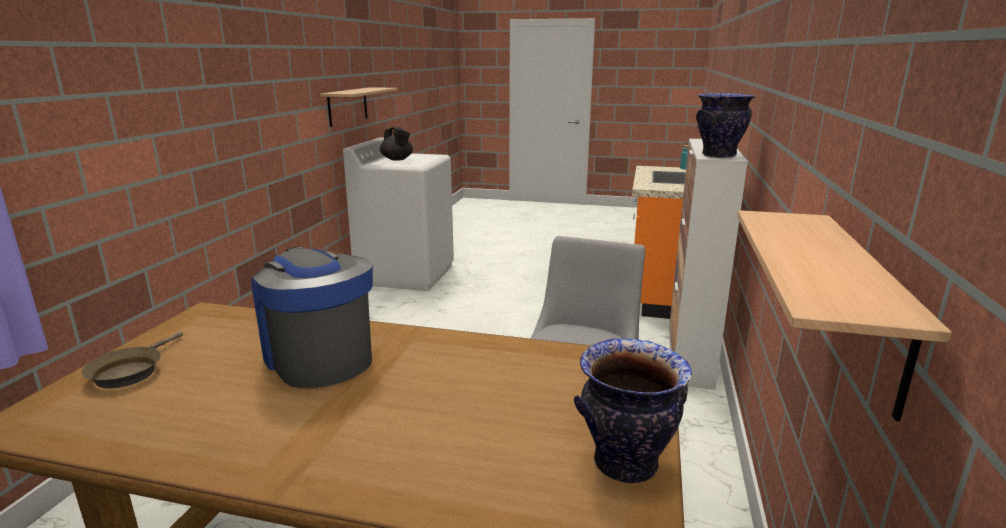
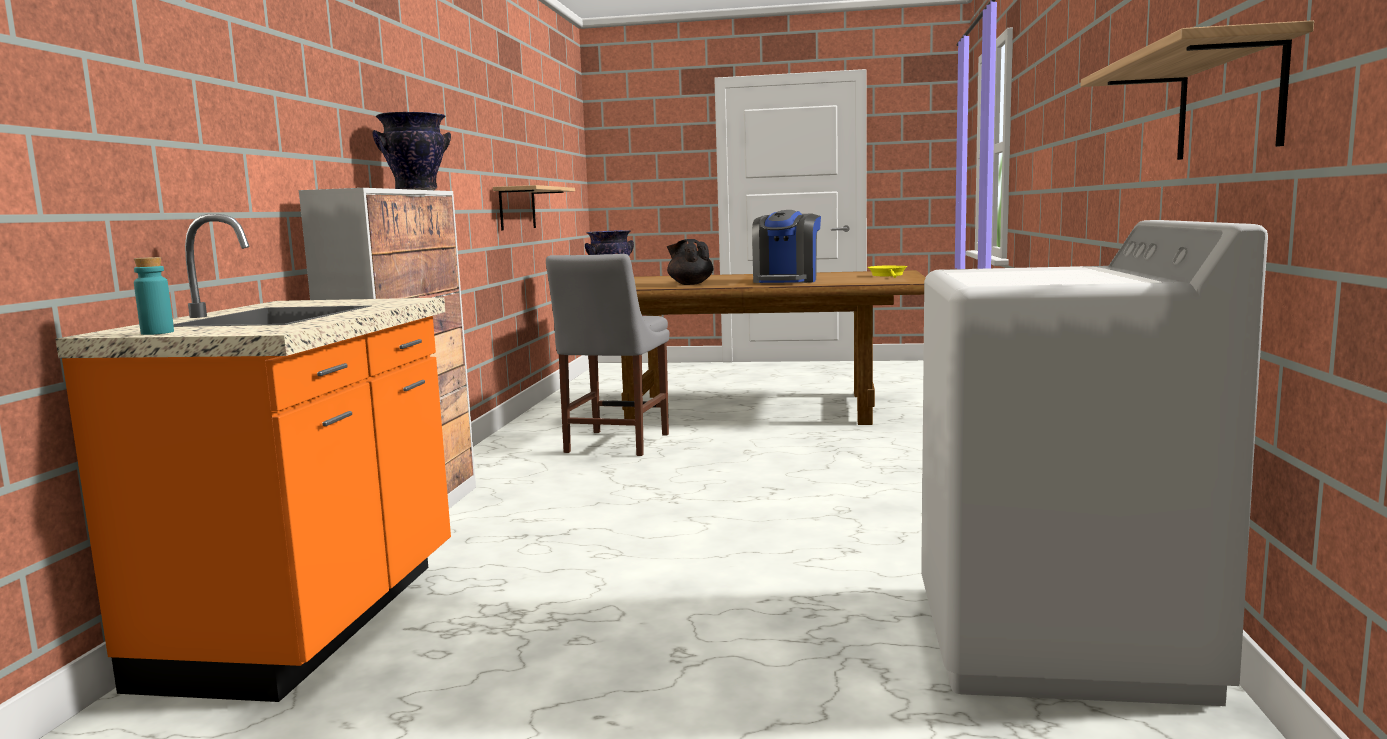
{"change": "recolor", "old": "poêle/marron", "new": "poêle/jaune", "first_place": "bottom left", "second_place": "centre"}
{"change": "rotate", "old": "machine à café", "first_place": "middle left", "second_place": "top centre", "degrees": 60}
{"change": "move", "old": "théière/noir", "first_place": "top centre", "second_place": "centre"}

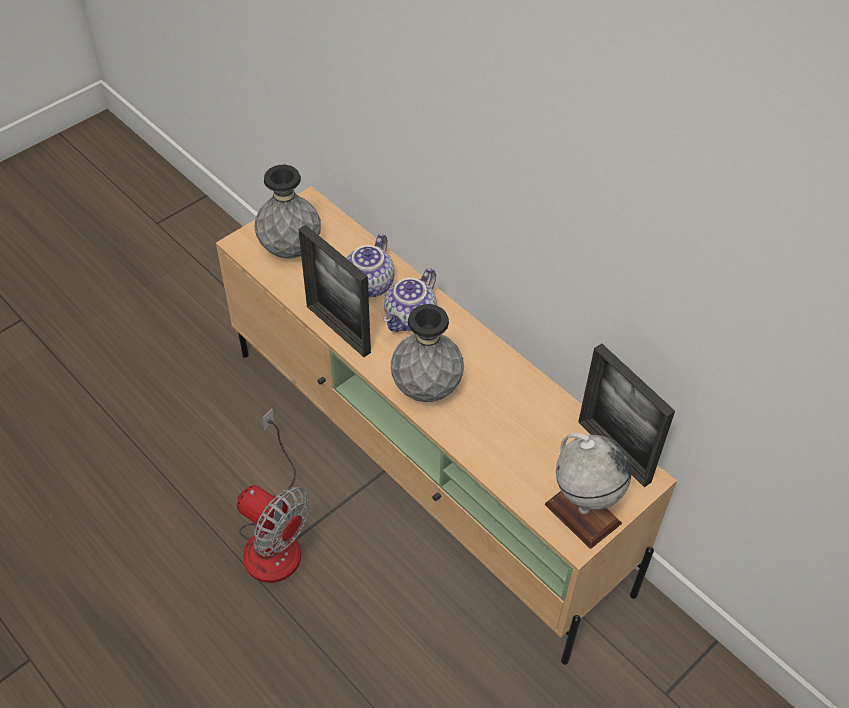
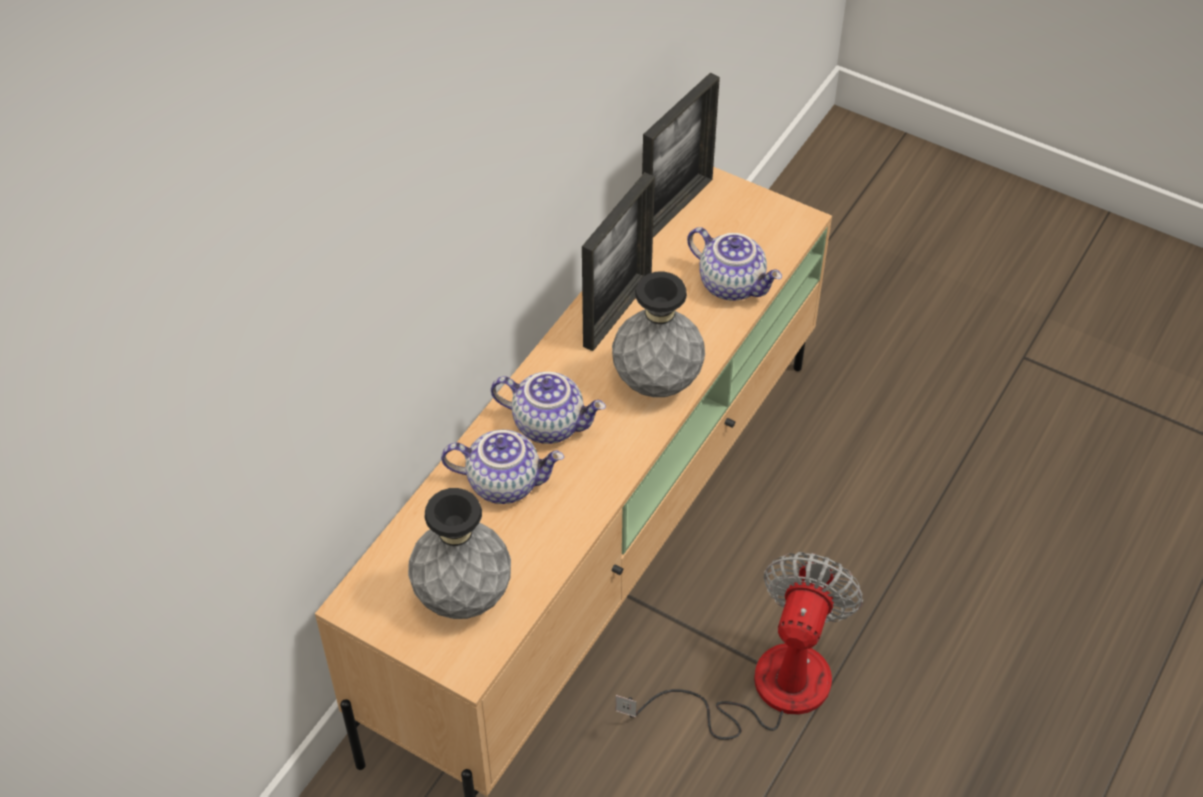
{"change": "move", "old": "cadre photo (1st from left)", "first_place": "centre", "second_place": "top centre"}
{"change": "delete", "old": "globe", "first_place": "bottom right"}
{"change": "insert", "new": "théière (3rd from left)", "second_place": "top centre"}

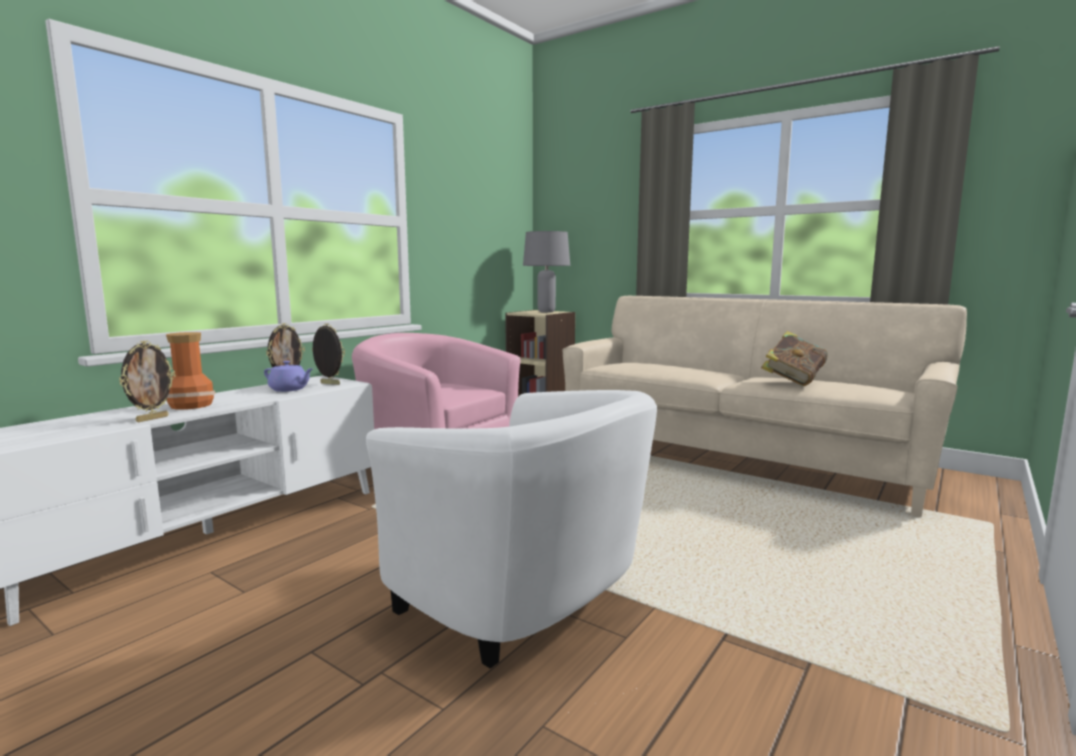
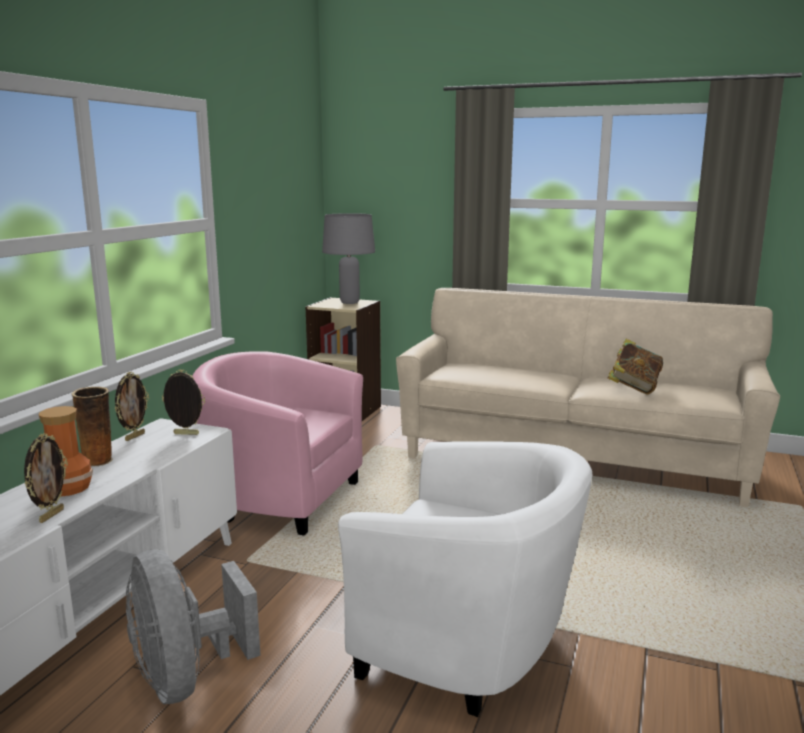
{"change": "delete", "old": "théière/violet", "first_place": "middle left"}
{"change": "insert", "new": "vase (2nd from left)", "second_place": "middle left"}
{"change": "insert", "new": "ventilateur/gris", "second_place": "bottom left"}

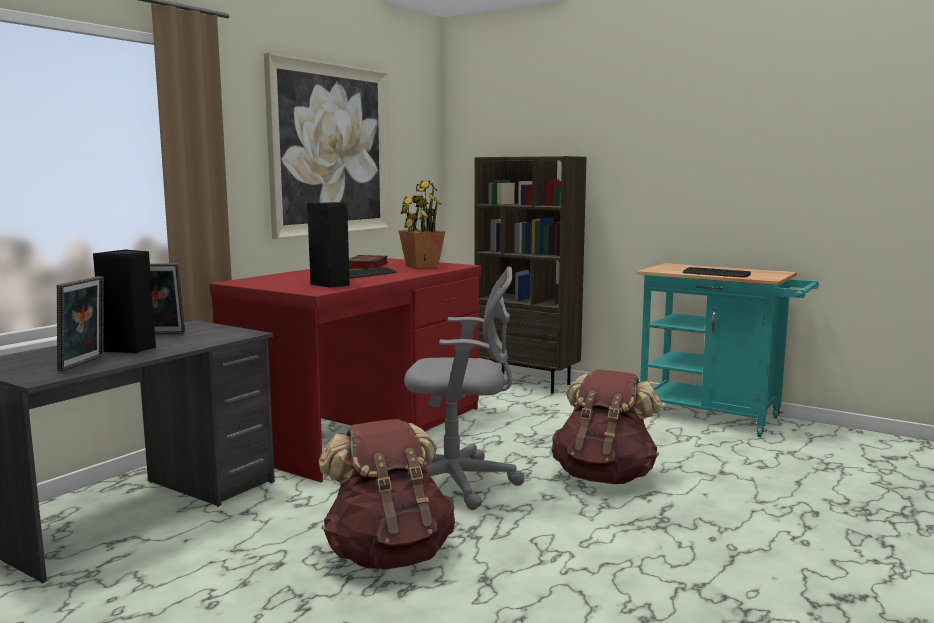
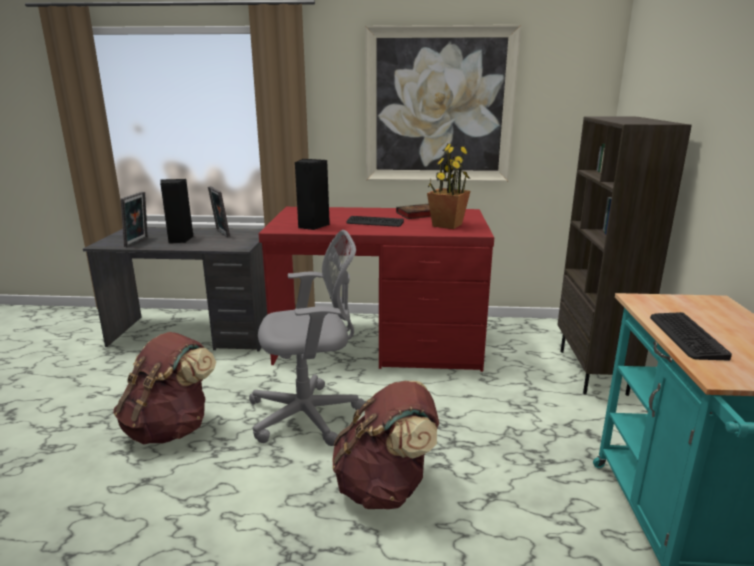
{"change": "rotate", "old": "cadre photo (1st from left)", "first_place": "middle left", "second_place": "middle left", "degrees": -60}
{"change": "rotate", "old": "chaise de bureau/gris", "first_place": "centre", "second_place": "centre", "degrees": -75}

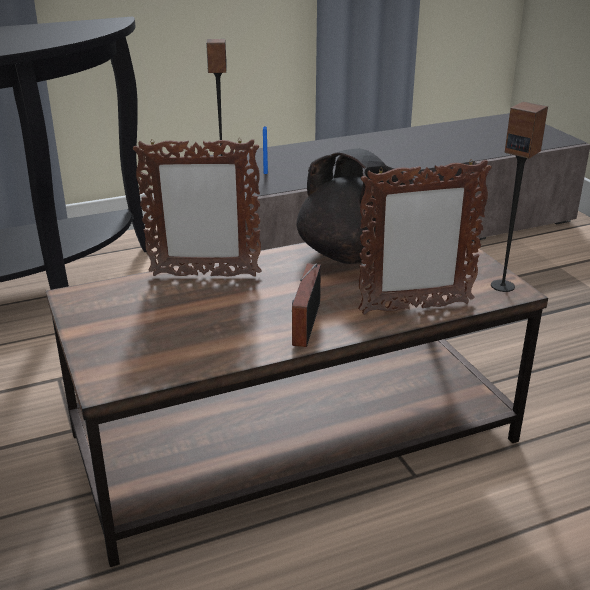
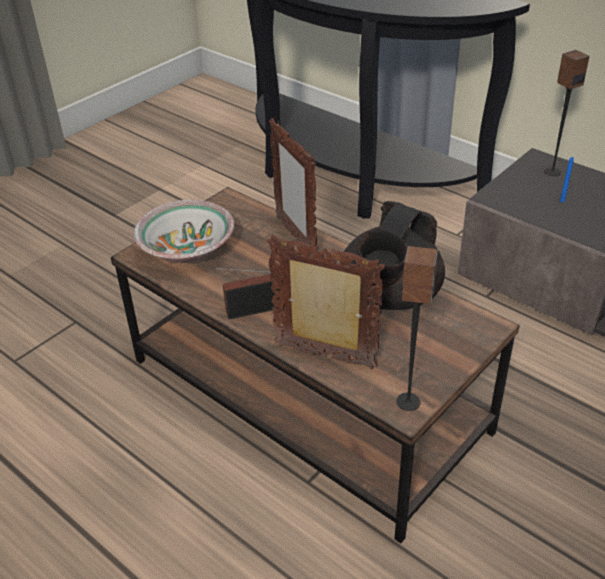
{"change": "rotate", "old": "cadre photo (2nd from left)", "first_place": "middle right", "second_place": "centre", "degrees": 150}
{"change": "insert", "new": "bol", "second_place": "middle left"}

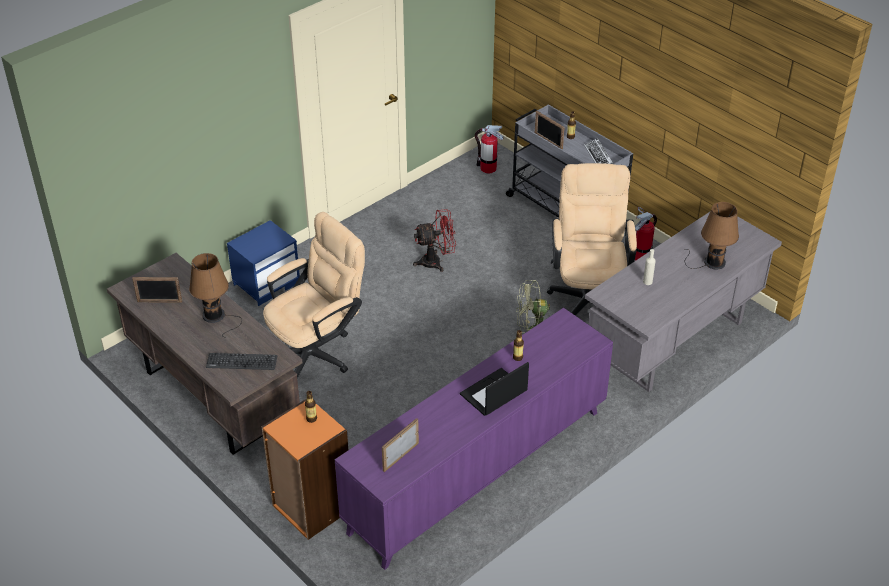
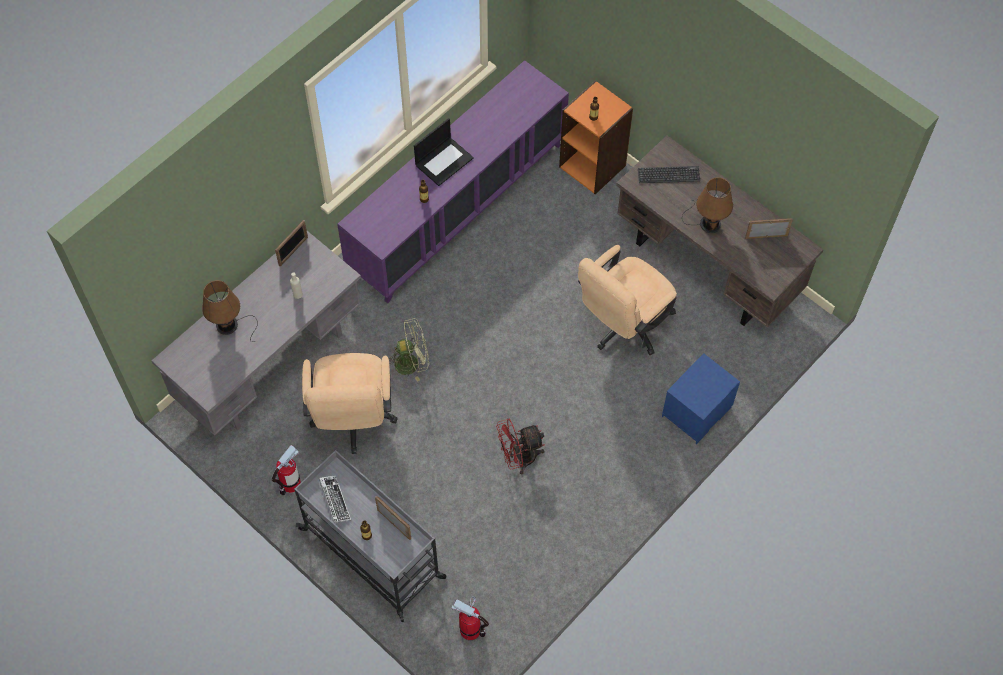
{"change": "move", "old": "cadre photo (2nd from left in the first image)", "new": "cadre photo (1st from left)", "first_place": "bottom centre", "second_place": "middle left"}

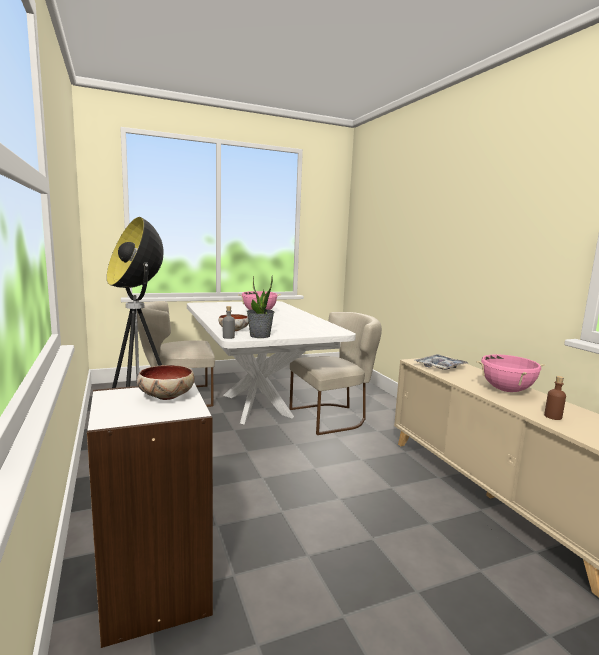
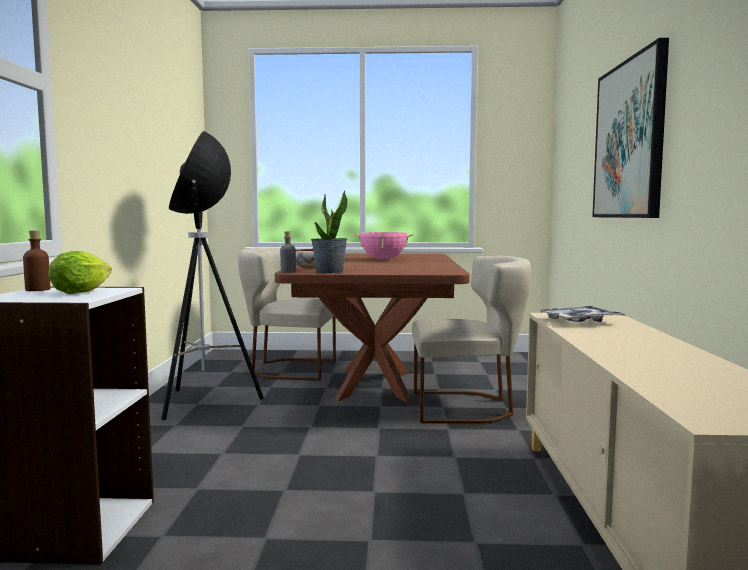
{"change": "replace", "old": "bol (1st from left)", "new": "laitue", "first_place": "middle left", "second_place": "middle left"}
{"change": "recolor", "old": "table à manger/blanc", "new": "table à manger/marron", "first_place": "centre", "second_place": "centre"}
{"change": "delete", "old": "marmite/rose (2nd from left)", "first_place": "middle right"}
{"change": "move", "old": "bouteille/marron", "first_place": "middle right", "second_place": "middle left"}
{"change": "insert", "new": "tableau", "second_place": "top right"}

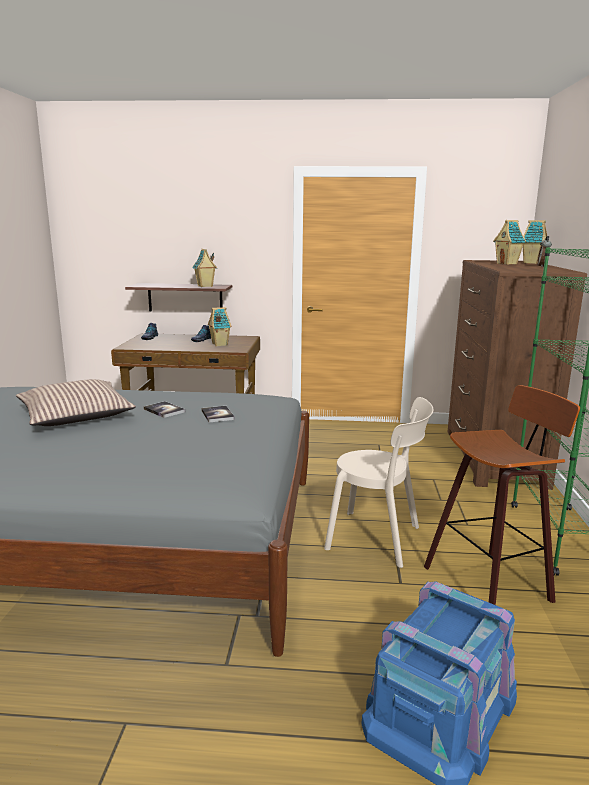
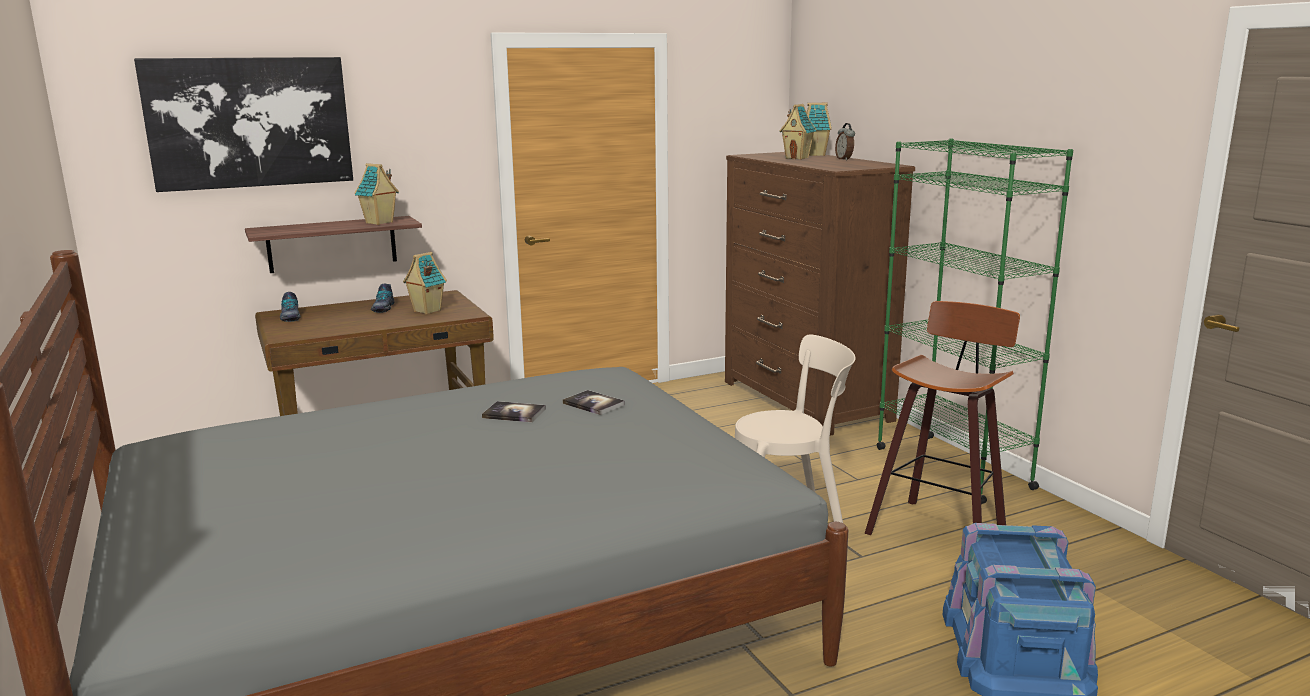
{"change": "delete", "old": "coussin", "first_place": "middle left"}
{"change": "insert", "new": "tableau", "second_place": "top left"}

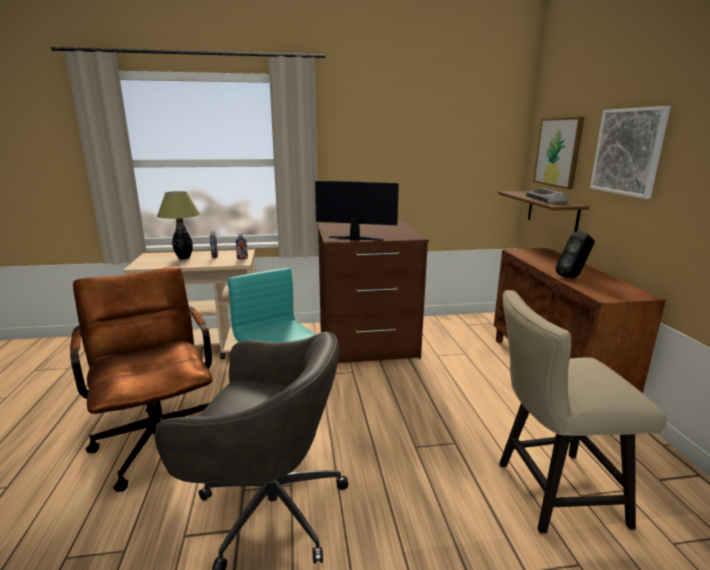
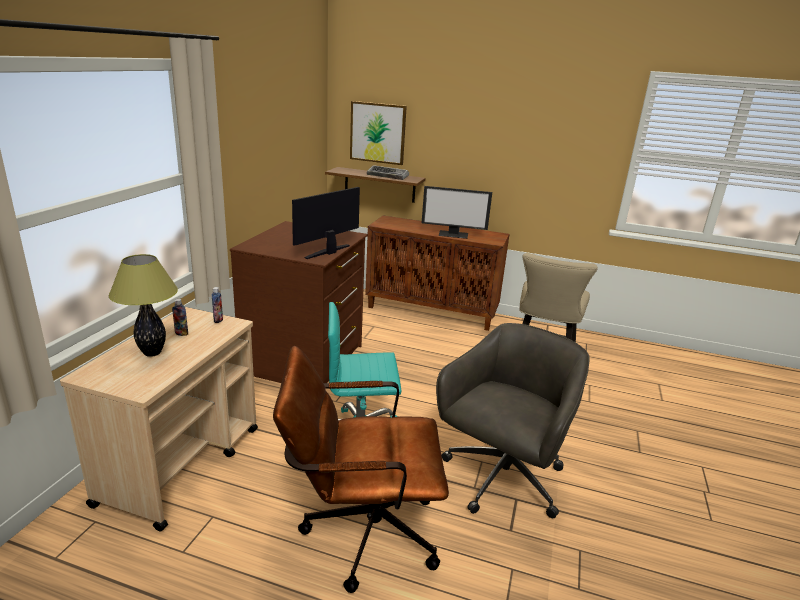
{"change": "replace", "old": "enceinte/noir", "new": "écran d'ordinateur (2nd from left)", "first_place": "middle right", "second_place": "centre"}
{"change": "delete", "old": "tableau (2nd from left)", "first_place": "top right"}

